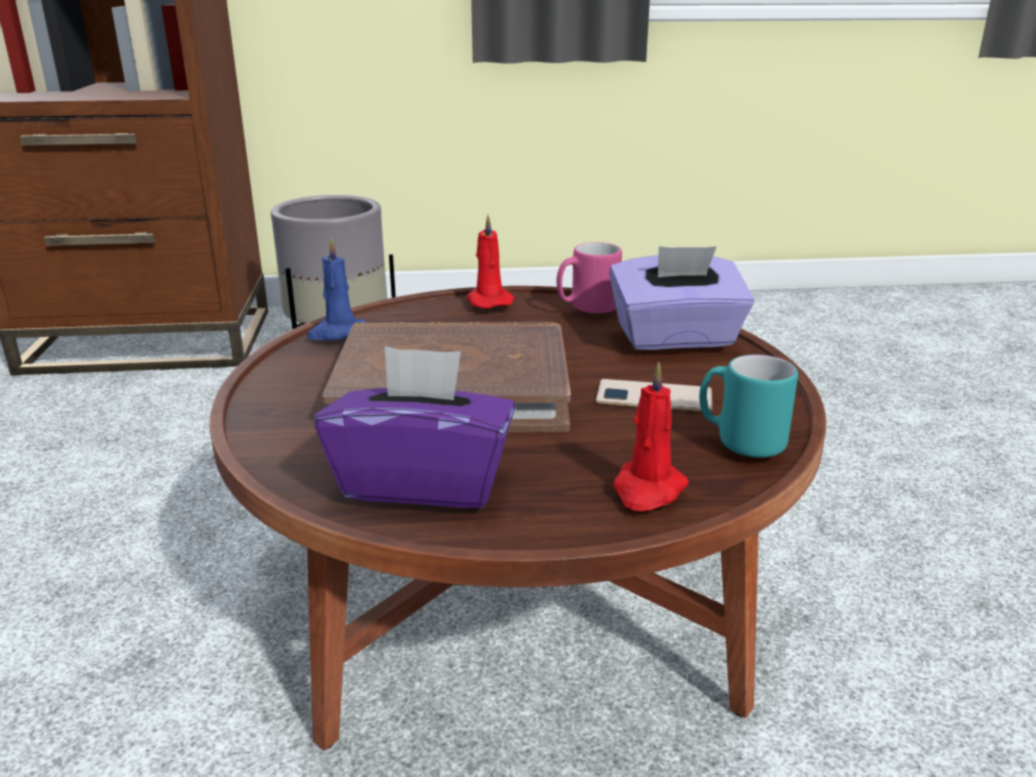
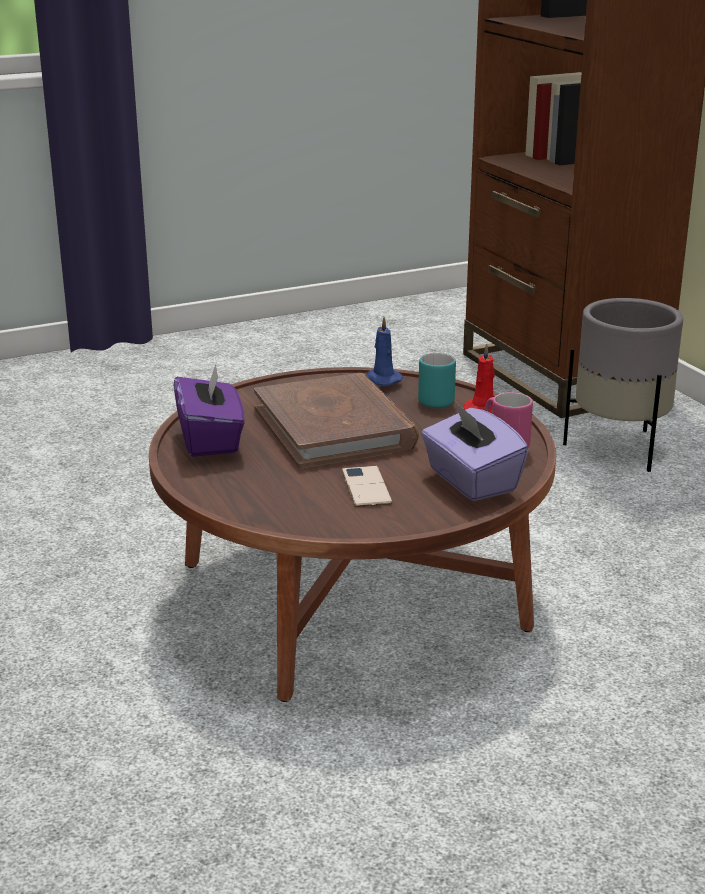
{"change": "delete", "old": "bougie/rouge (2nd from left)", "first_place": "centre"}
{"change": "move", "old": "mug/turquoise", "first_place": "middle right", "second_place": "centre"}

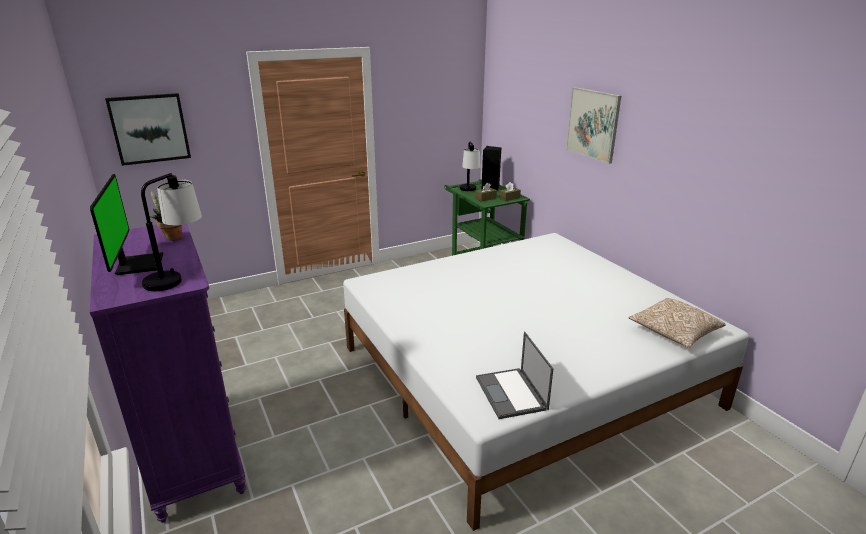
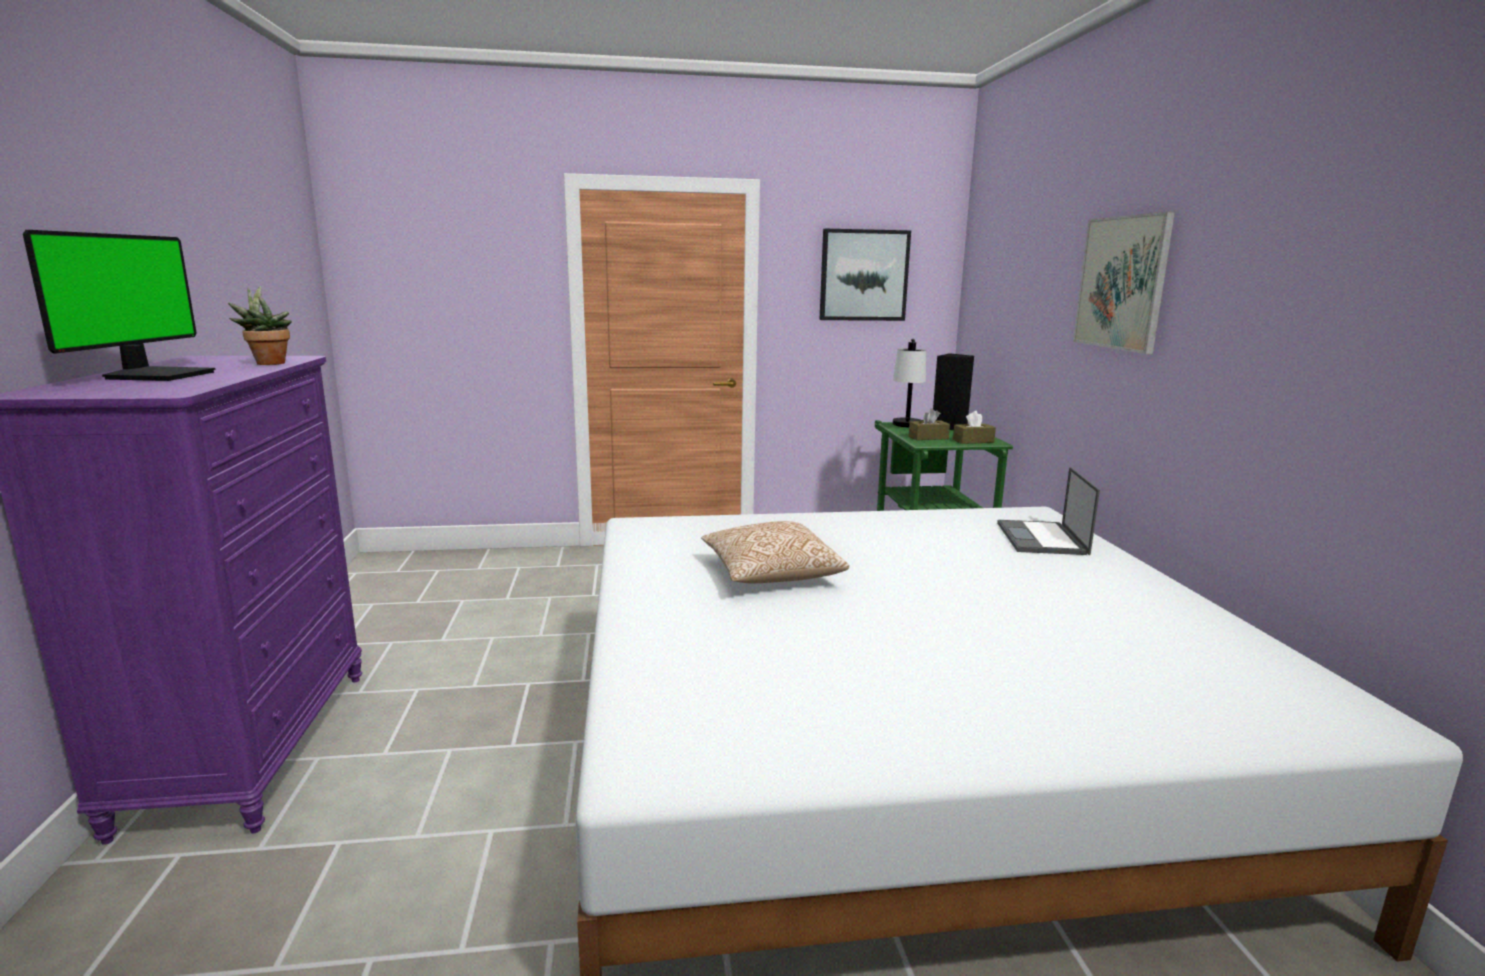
{"change": "move", "old": "tableau (1st from left)", "first_place": "top left", "second_place": "top centre"}
{"change": "delete", "old": "lampe de table (1st from left)", "first_place": "middle left"}
{"change": "move", "old": "ordinateur portable", "first_place": "bottom centre", "second_place": "middle right"}
{"change": "move", "old": "coussin", "first_place": "middle right", "second_place": "centre"}

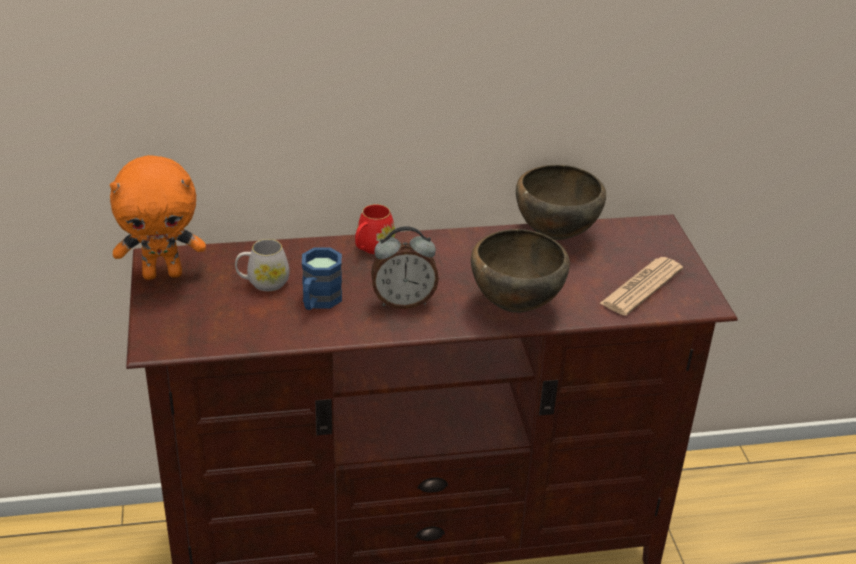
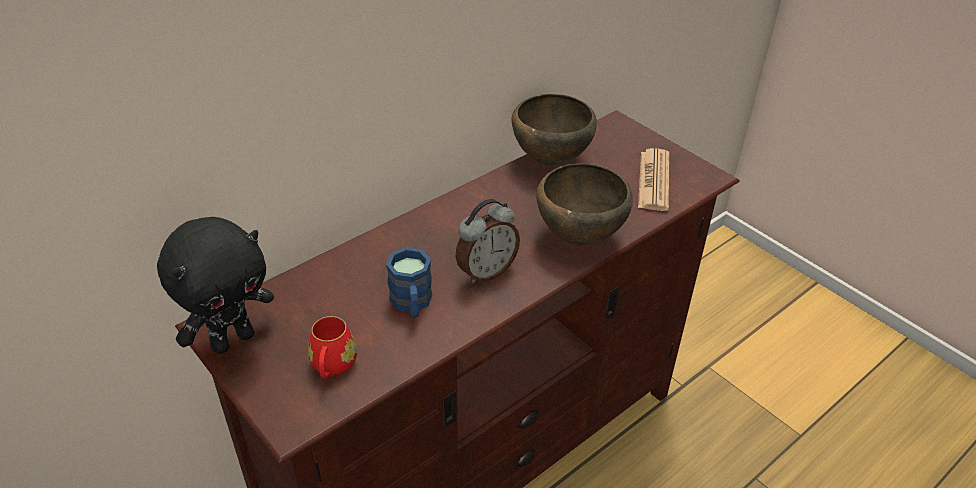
{"change": "recolor", "old": "peluche/orange", "new": "peluche/noir", "first_place": "middle left", "second_place": "middle left"}
{"change": "delete", "old": "mug/blanc", "first_place": "middle left"}
{"change": "move", "old": "mug/rouge", "first_place": "centre", "second_place": "bottom centre"}

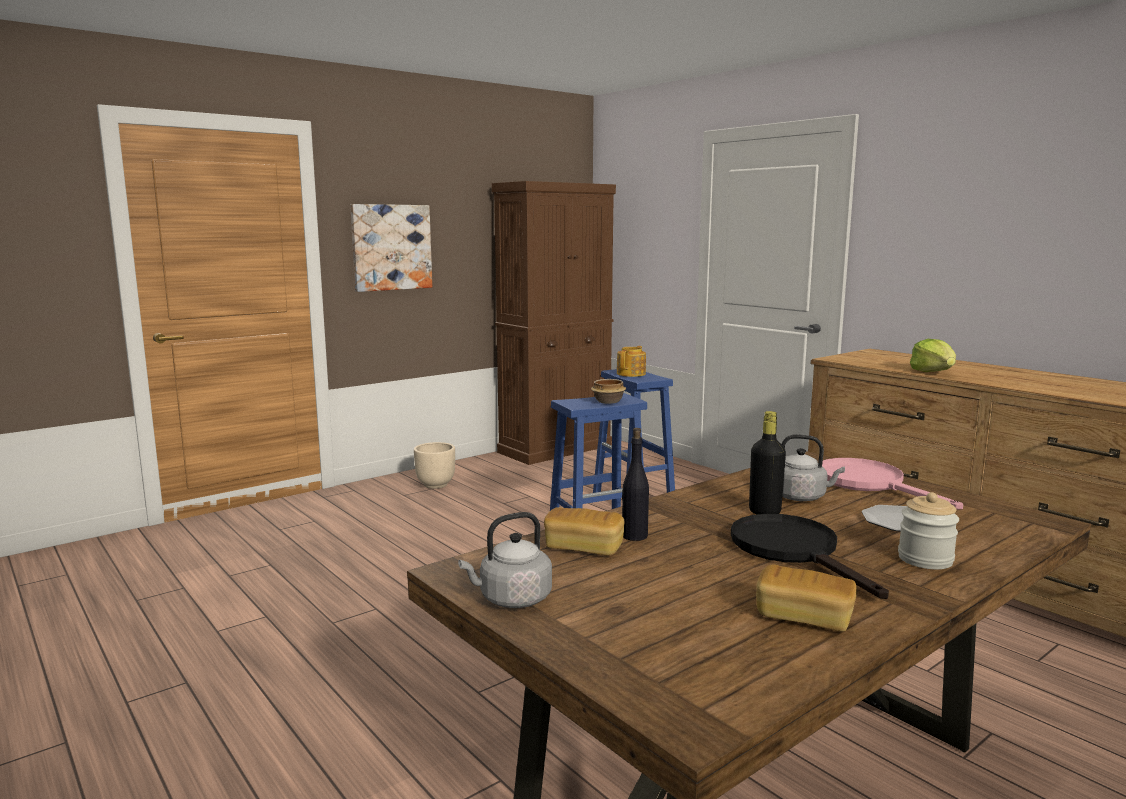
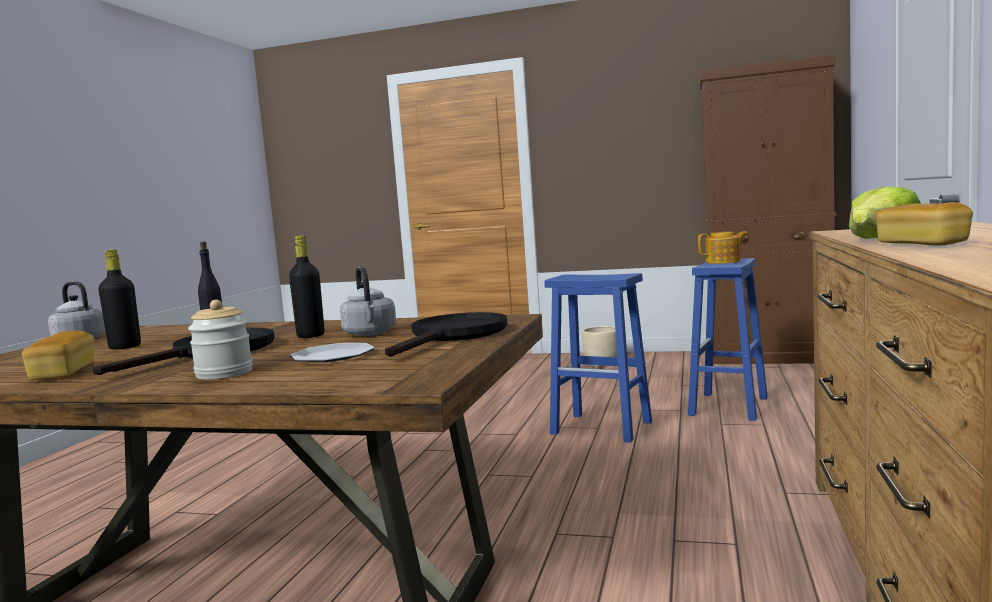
{"change": "delete", "old": "tableau", "first_place": "top centre"}
{"change": "move", "old": "pain (1st from left in the first image)", "new": "pain (2nd from left)", "first_place": "centre", "second_place": "middle right"}
{"change": "delete", "old": "bol", "first_place": "centre"}
{"change": "recolor", "old": "poêle/rose", "new": "poêle/noir (2nd from left)", "first_place": "middle right", "second_place": "centre"}
{"change": "insert", "new": "bouteille/noir (1st from left)", "second_place": "middle left"}

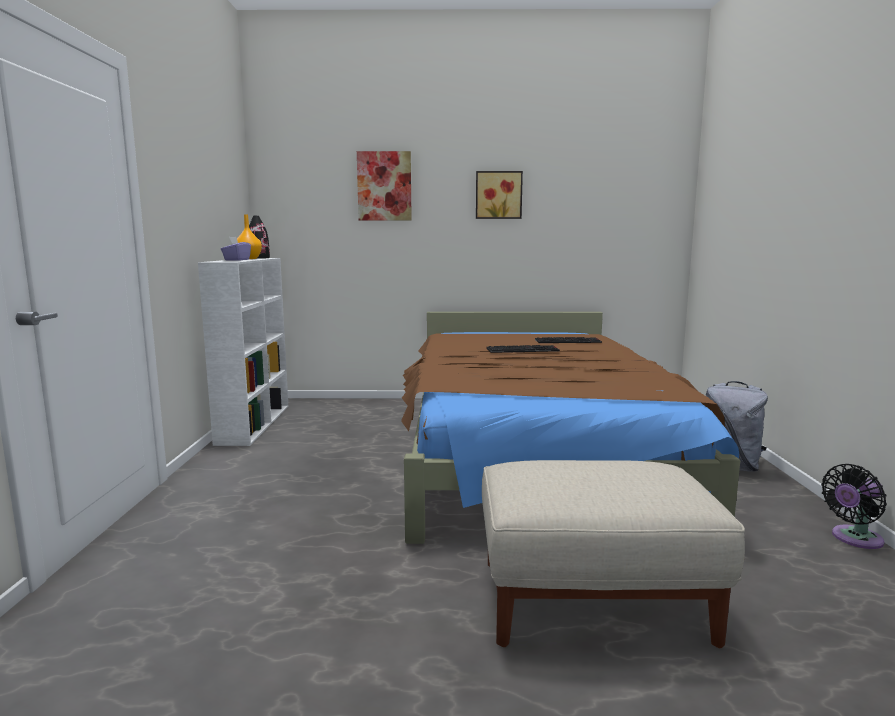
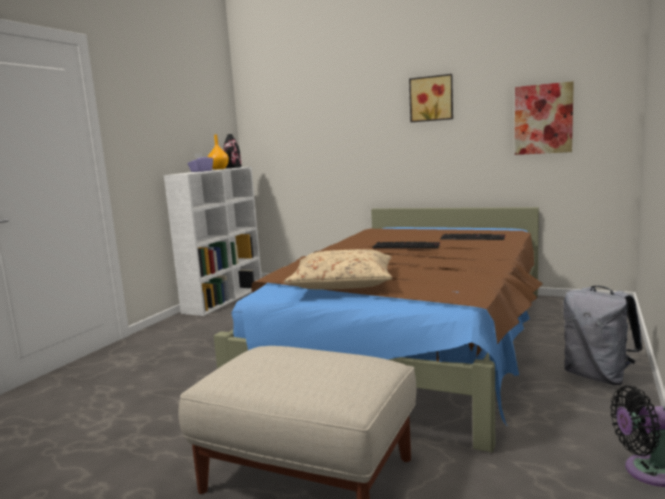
{"change": "move", "old": "tableau (1st from left in the first image)", "new": "tableau (2nd from left)", "first_place": "top centre", "second_place": "top right"}
{"change": "insert", "new": "coussin/beige", "second_place": "centre"}

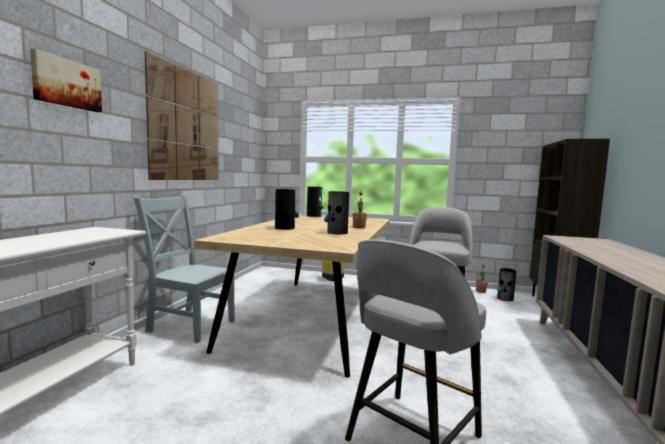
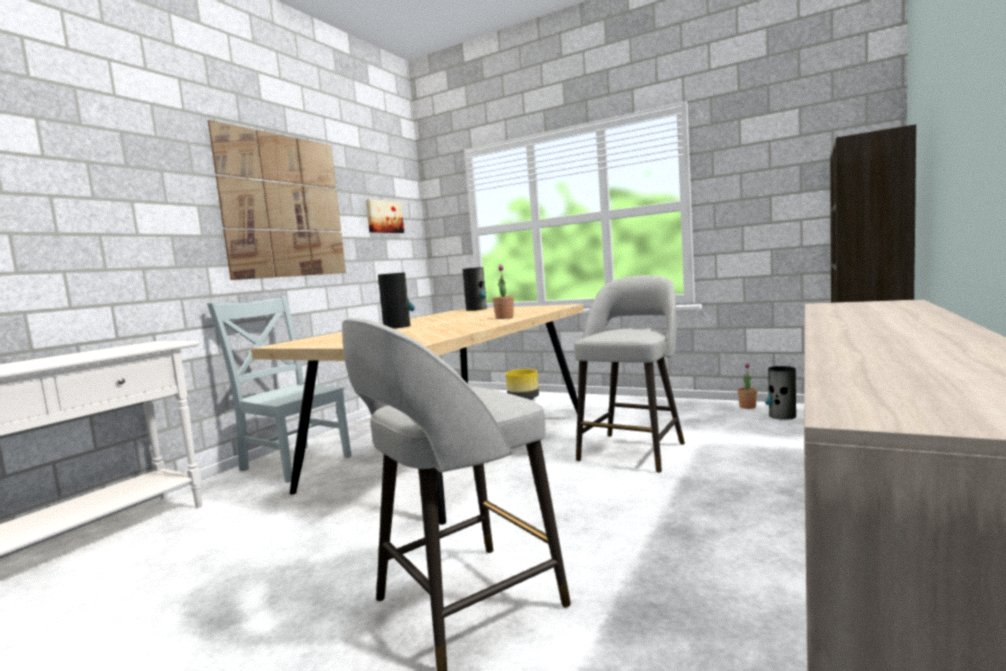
{"change": "move", "old": "tableau (1st from left in the first image)", "new": "tableau (2nd from left)", "first_place": "top left", "second_place": "top centre"}
{"change": "delete", "old": "vase (3rd from left)", "first_place": "centre"}

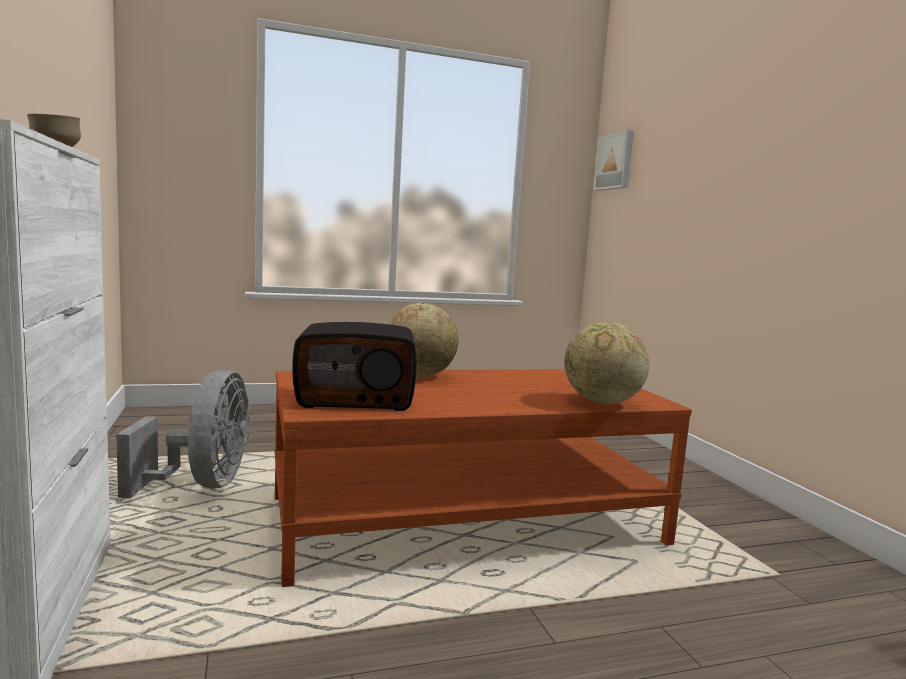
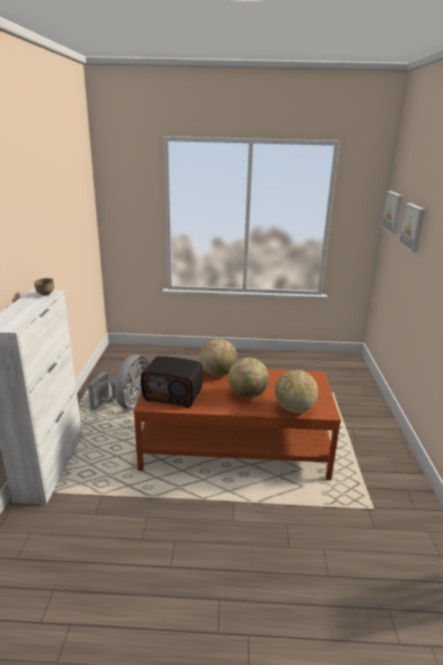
{"change": "insert", "new": "globe (2nd from left)", "second_place": "centre"}
{"change": "insert", "new": "tableau (2nd from left)", "second_place": "middle right"}

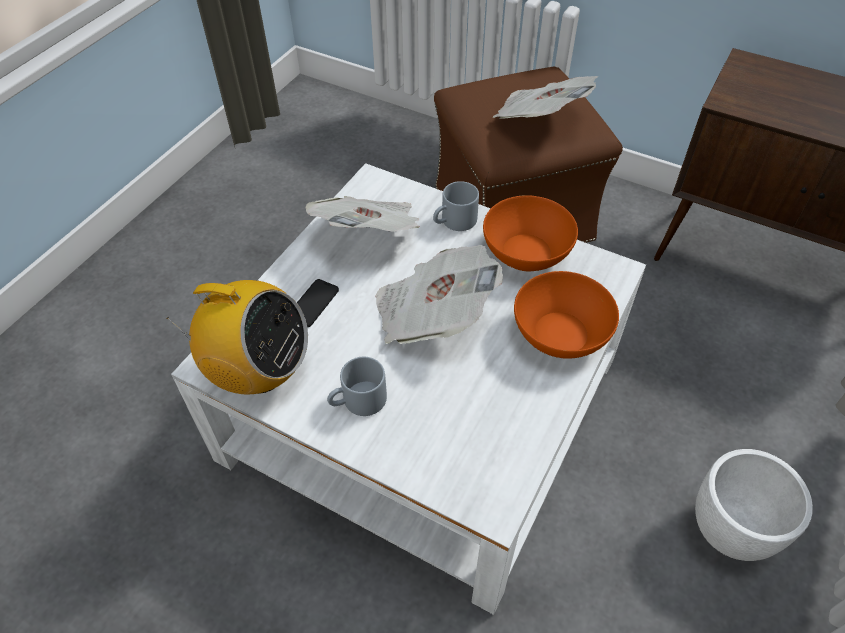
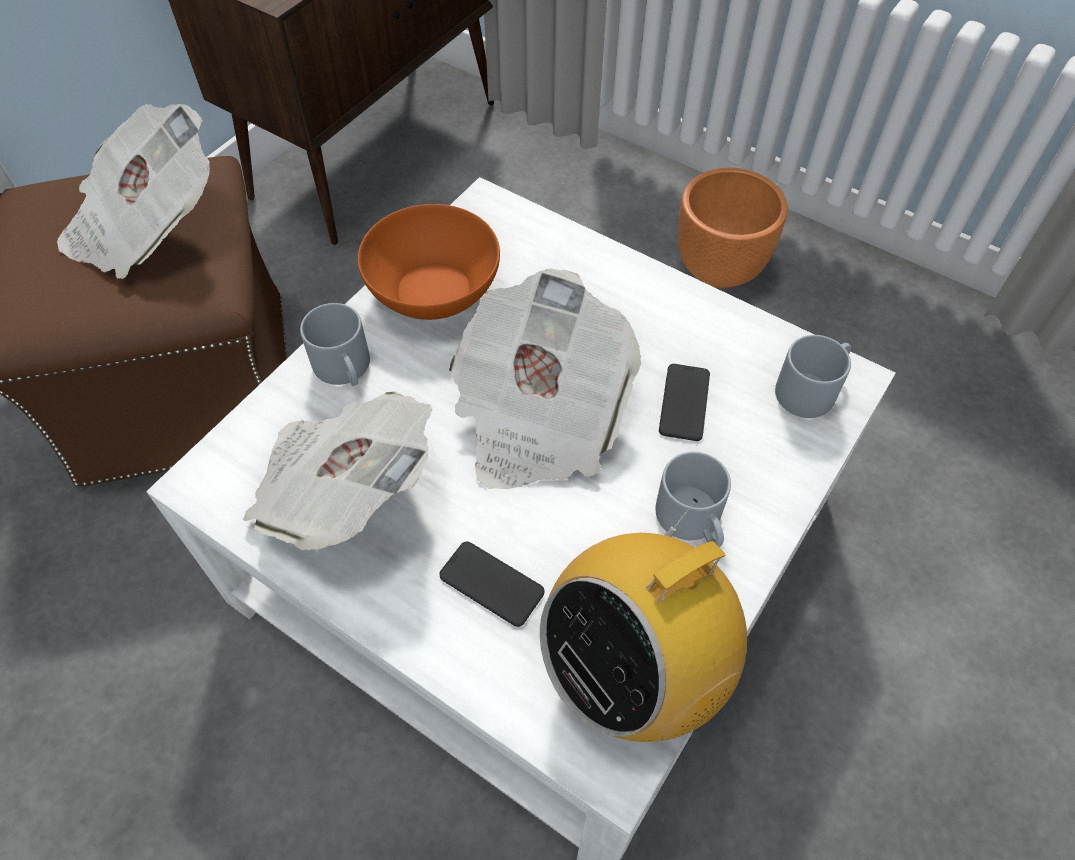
{"change": "rotate", "old": "radio", "first_place": "middle left", "second_place": "bottom centre", "degrees": -150}
{"change": "delete", "old": "bol/orange (2nd from left)", "first_place": "middle right"}
{"change": "recolor", "old": "cache-pot/blanc", "new": "cache-pot/orange", "first_place": "bottom right", "second_place": "top right"}
{"change": "insert", "new": "téléphone (2nd from left)", "second_place": "centre"}
{"change": "insert", "new": "mug/gris (3rd from left)", "second_place": "middle right"}

